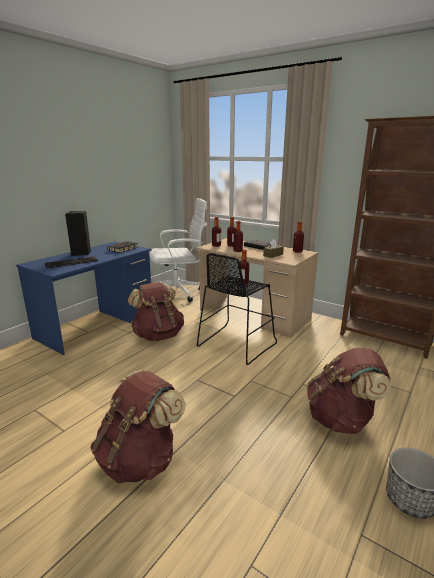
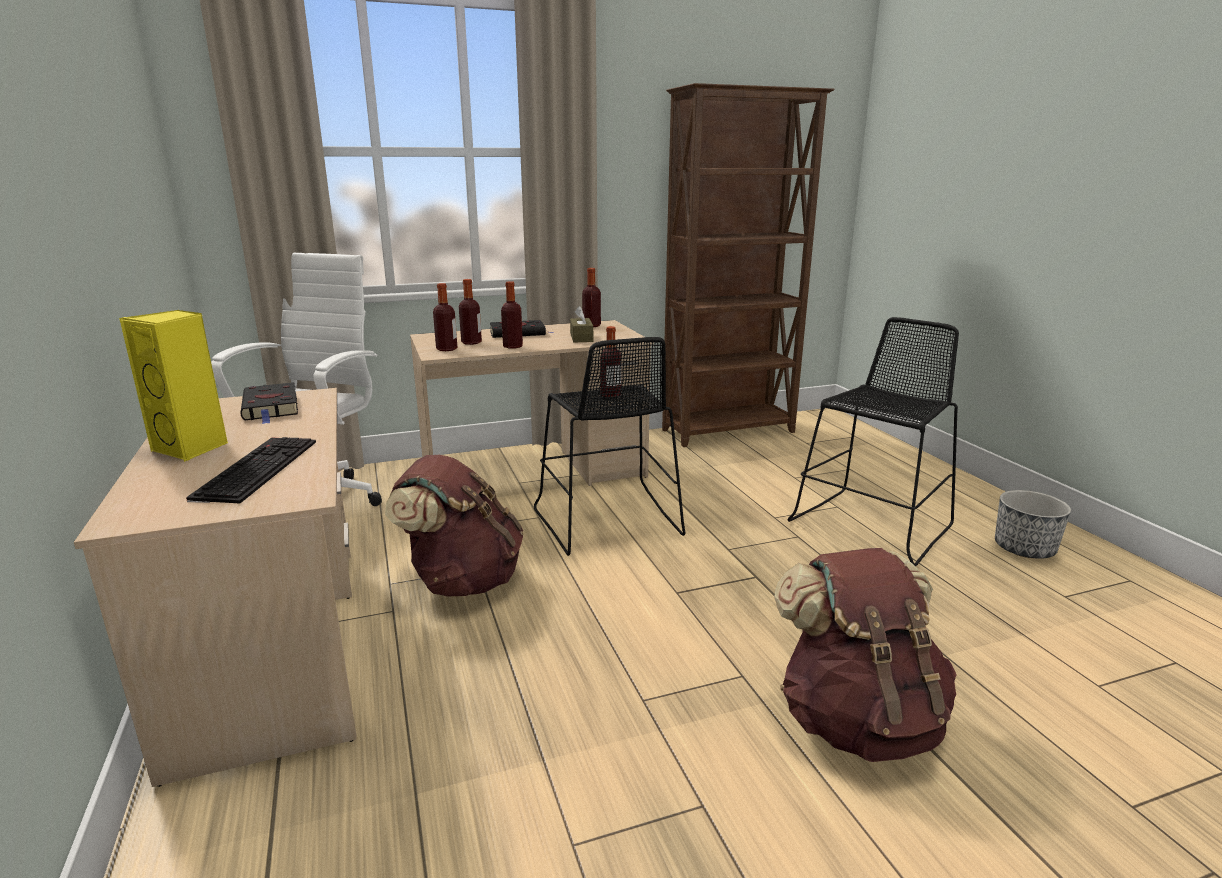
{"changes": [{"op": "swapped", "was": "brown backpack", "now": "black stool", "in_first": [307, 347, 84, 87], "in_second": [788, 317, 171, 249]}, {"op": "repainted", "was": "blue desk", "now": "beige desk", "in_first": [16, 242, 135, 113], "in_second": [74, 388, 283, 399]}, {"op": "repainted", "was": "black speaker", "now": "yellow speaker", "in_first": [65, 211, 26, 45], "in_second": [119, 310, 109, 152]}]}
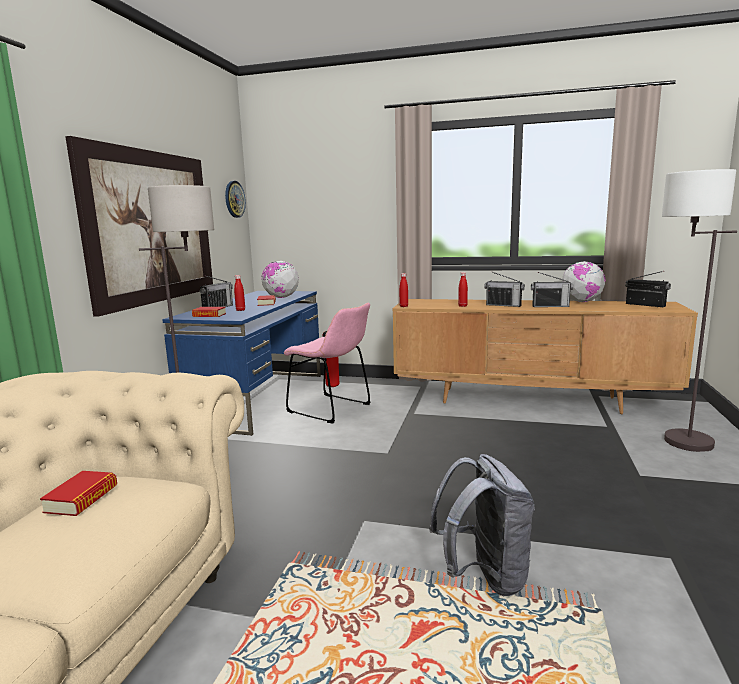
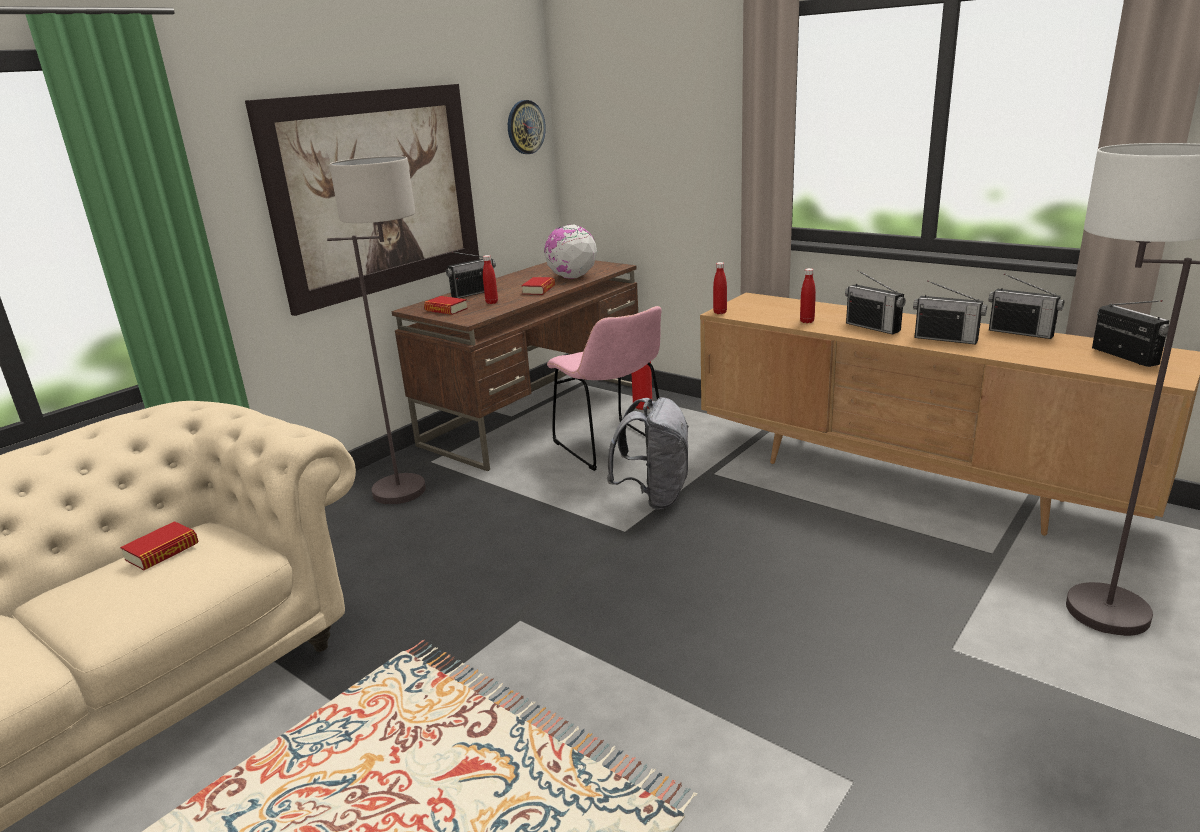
{"changes": [{"op": "shifted", "was": "grey backpack", "in_first": [429, 454, 106, 142], "in_second": [607, 397, 82, 112]}, {"op": "swapped", "was": "globe", "now": "radio", "in_first": [562, 261, 43, 41], "in_second": [988, 273, 77, 66]}, {"op": "repainted", "was": "blue desk", "now": "brown desk", "in_first": [162, 291, 159, 145], "in_second": [392, 260, 246, 211]}]}
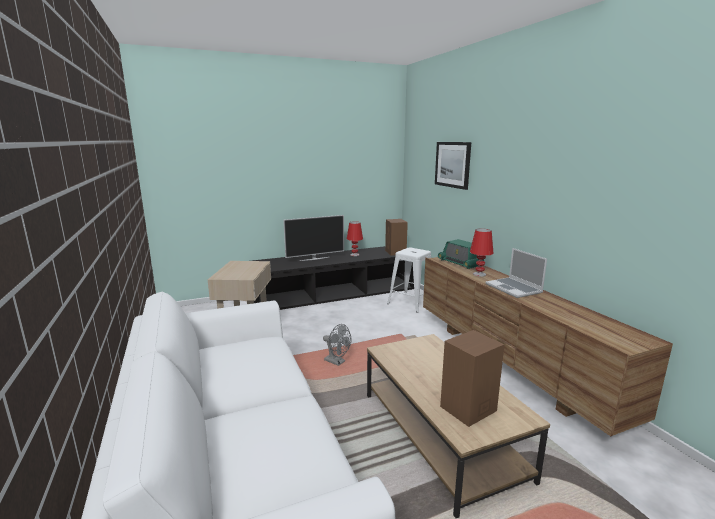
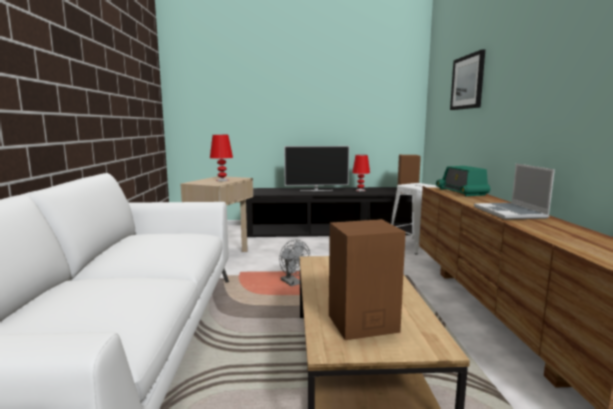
{"changes": [{"op": "shifted", "was": "red table lamp", "in_first": [470, 229, 24, 47], "in_second": [210, 135, 23, 46]}]}
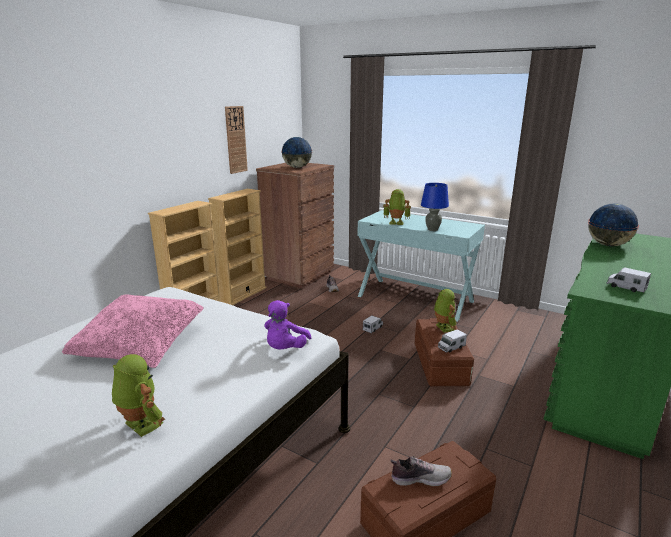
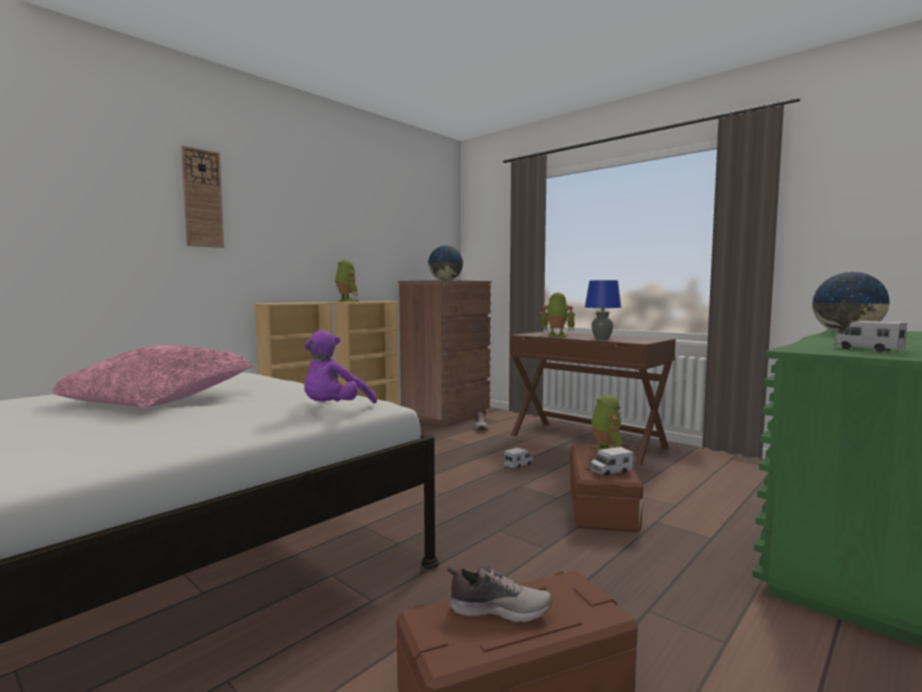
{"changes": [{"op": "shifted", "was": "toy robot", "in_first": [112, 354, 53, 83], "in_second": [335, 260, 24, 42]}, {"op": "shifted", "was": "wall clock", "in_first": [225, 106, 23, 68], "in_second": [181, 146, 43, 102]}, {"op": "repainted", "was": "turquoise desk", "now": "brown desk", "in_first": [357, 210, 128, 112], "in_second": [510, 331, 166, 134]}]}
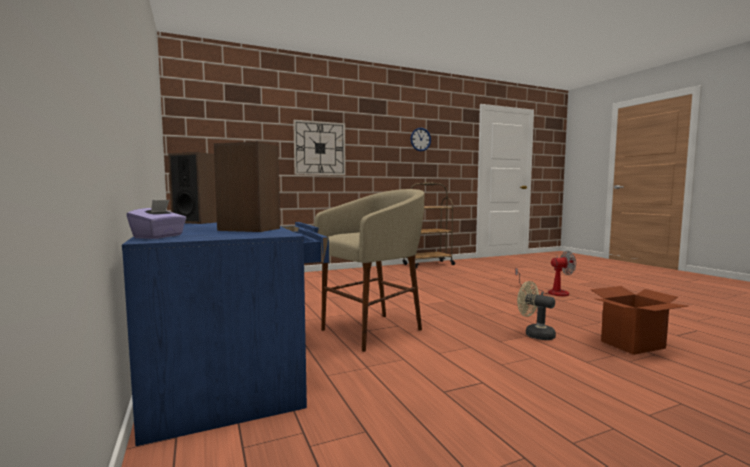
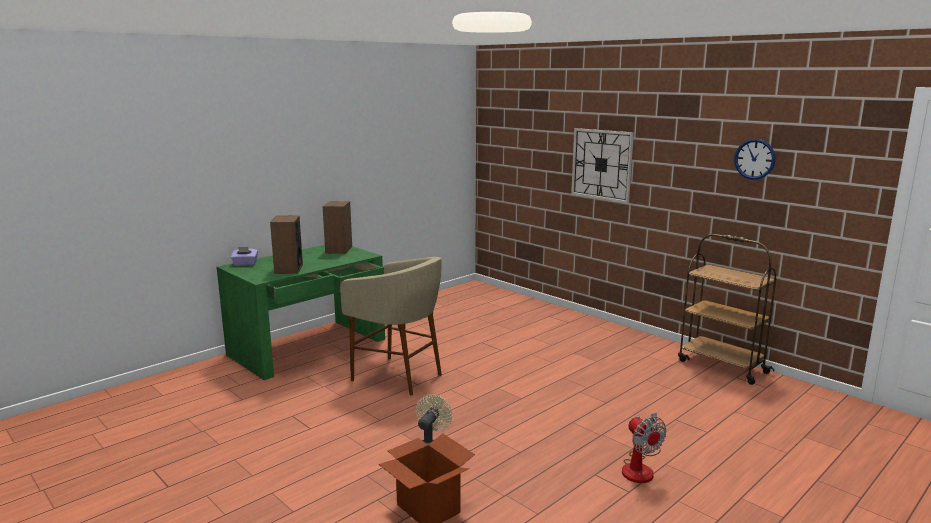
{"changes": [{"op": "repainted", "was": "blue desk", "now": "green desk", "in_first": [122, 222, 207, 224], "in_second": [216, 245, 169, 135]}]}
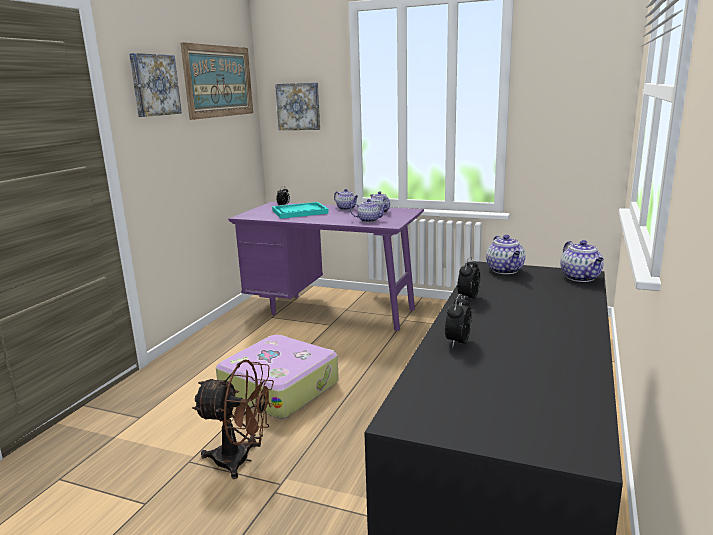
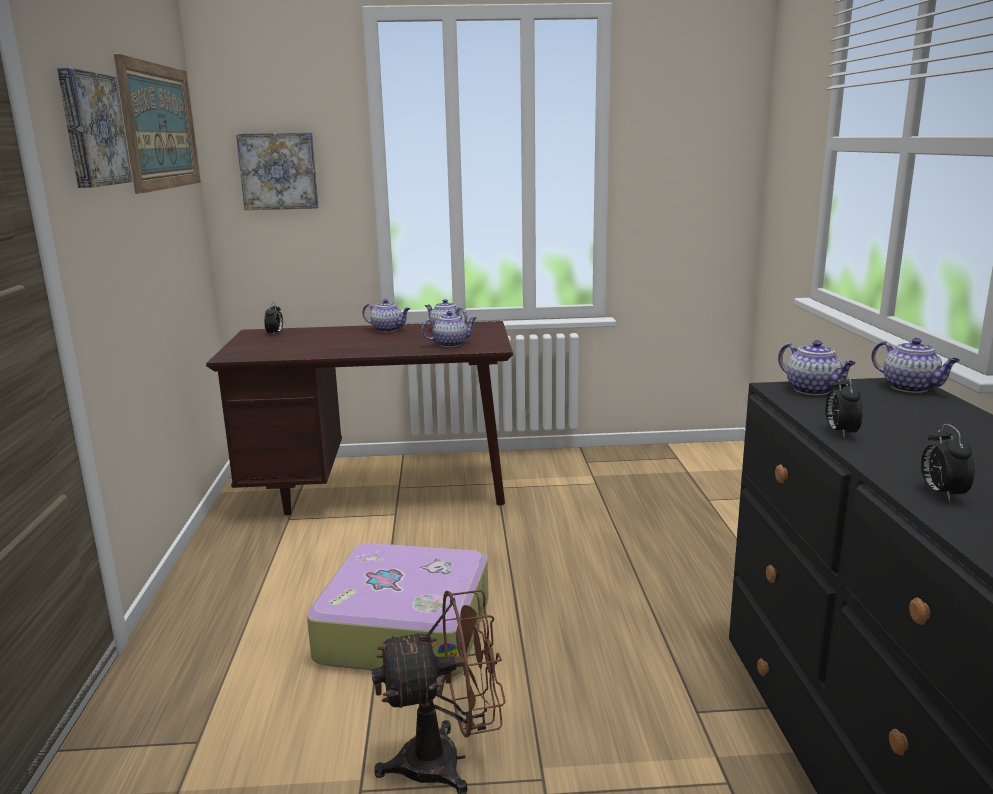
{"changes": [{"op": "gone", "was": "turquoise tray", "in_first": [272, 202, 57, 17]}, {"op": "repainted", "was": "purple desk", "now": "brown desk", "in_first": [228, 202, 196, 129], "in_second": [206, 321, 307, 194]}]}
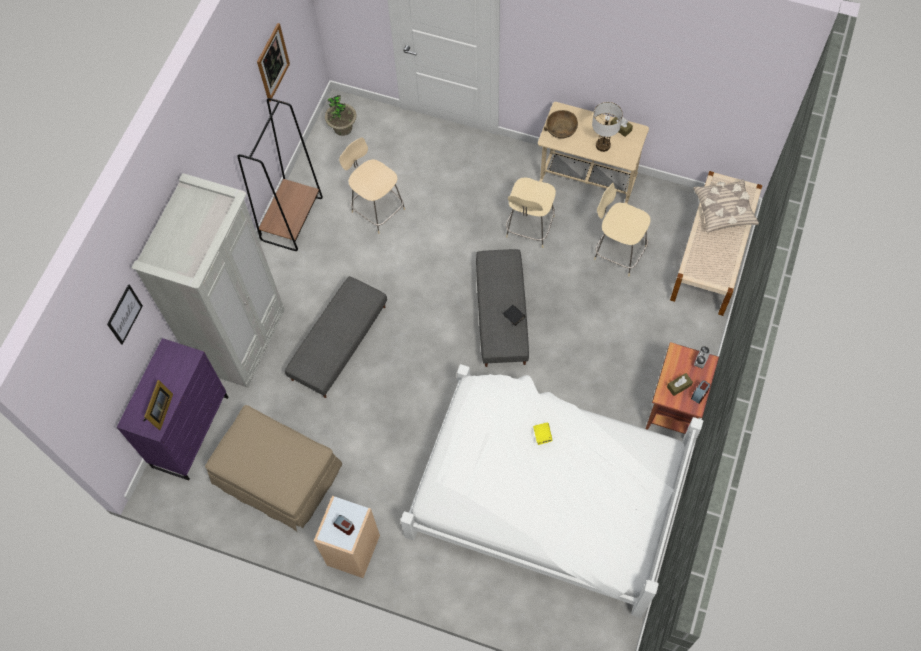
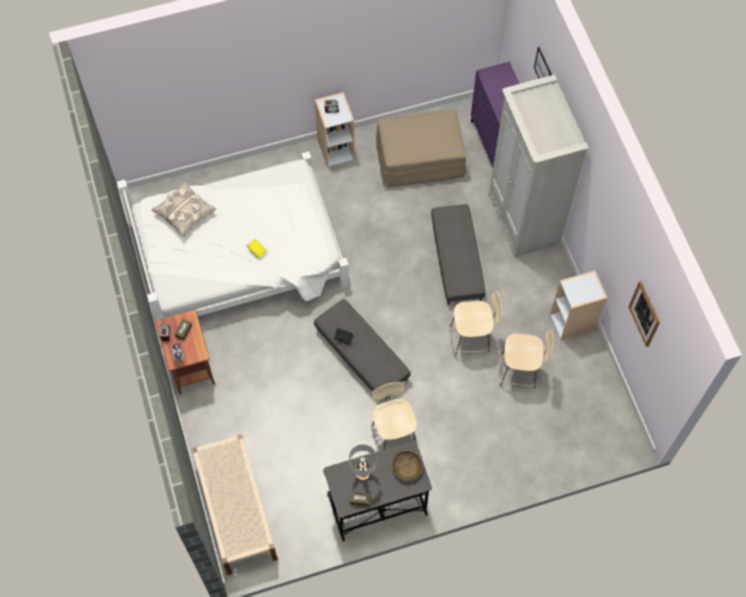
{"changes": [{"op": "gone", "was": "picture frame", "in_first": [143, 380, 30, 50]}, {"op": "gone", "was": "potted plant", "in_first": [325, 95, 32, 41]}, {"op": "shifted", "was": "beige chair", "in_first": [594, 183, 56, 93], "in_second": [449, 290, 53, 68]}, {"op": "shifted", "was": "beige pillow", "in_first": [694, 179, 65, 54], "in_second": [152, 182, 64, 55]}, {"op": "swapped", "was": "clothes rack", "now": "bookcase", "in_first": [237, 98, 86, 153], "in_second": [550, 270, 57, 71]}, {"op": "repainted", "was": "beige desk", "now": "black desk", "in_first": [538, 102, 111, 102], "in_second": [323, 441, 109, 100]}]}
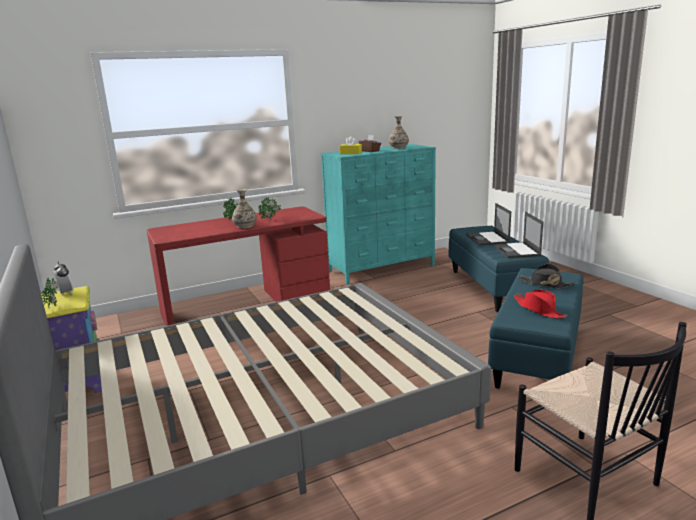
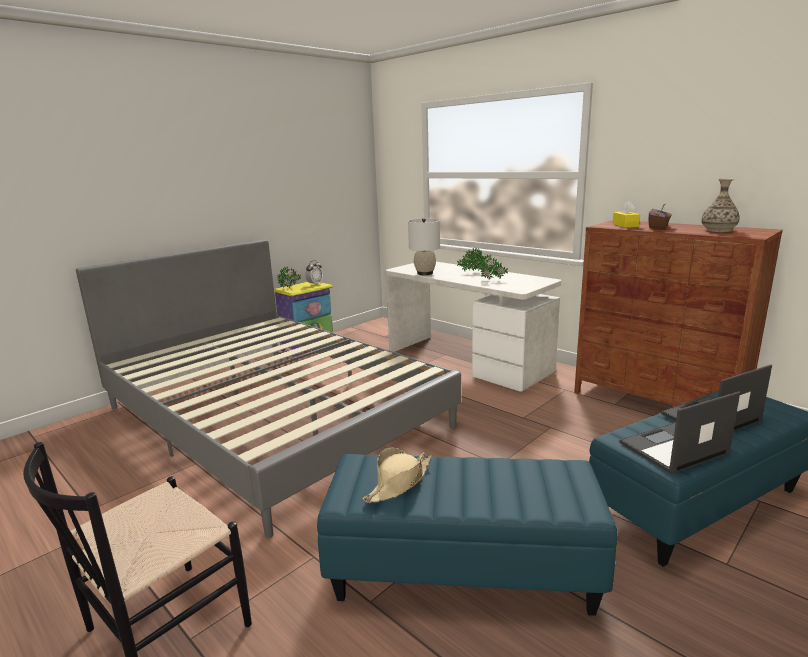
{"changes": [{"op": "gone", "was": "vase", "in_first": [232, 189, 25, 39]}, {"op": "gone", "was": "black hat", "in_first": [518, 264, 58, 25]}, {"op": "new", "now": "white table lamp", "in_second": [408, 218, 32, 57]}, {"op": "repainted", "was": "red desk", "now": "white desk", "in_first": [147, 206, 183, 120], "in_second": [386, 262, 175, 129]}, {"op": "repainted", "was": "turquoise dresser", "now": "brown dresser", "in_first": [321, 144, 115, 140], "in_second": [574, 220, 209, 186]}, {"op": "repainted", "was": "red hat", "now": "beige hat", "in_first": [513, 290, 54, 29], "in_second": [363, 448, 69, 55]}]}
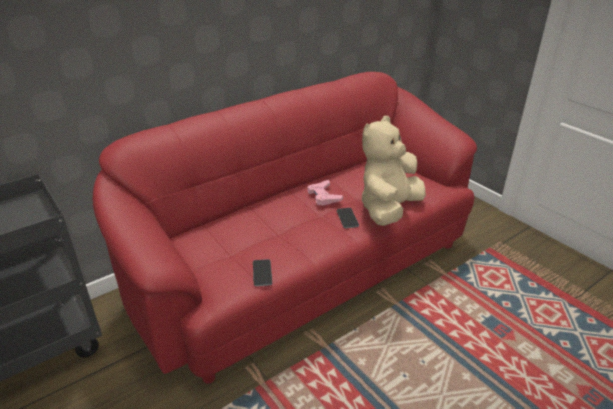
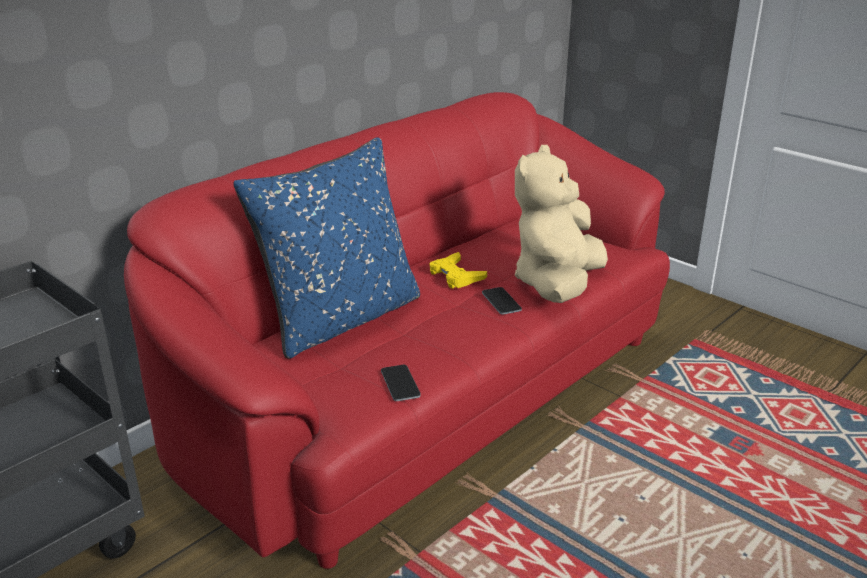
{"changes": [{"op": "new", "now": "blue pillow", "in_second": [233, 137, 187, 222]}, {"op": "repainted", "was": "pink game controller", "now": "yellow game controller", "in_first": [308, 180, 35, 26], "in_second": [430, 252, 57, 37]}]}
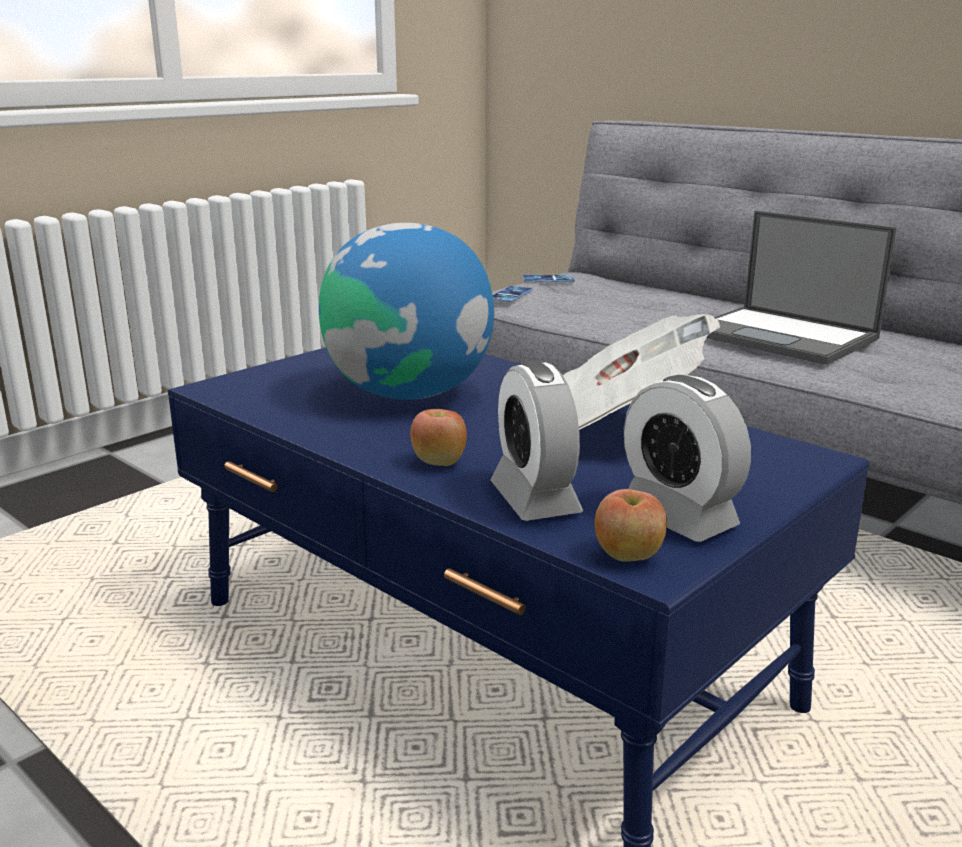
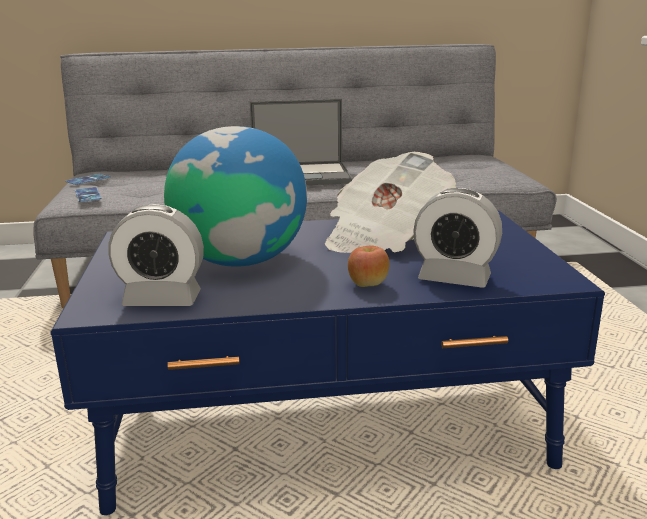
{"changes": [{"op": "gone", "was": "apple", "in_first": [595, 489, 72, 73]}, {"op": "shifted", "was": "alarm clock", "in_first": [624, 375, 127, 167], "in_second": [108, 204, 96, 102]}]}
